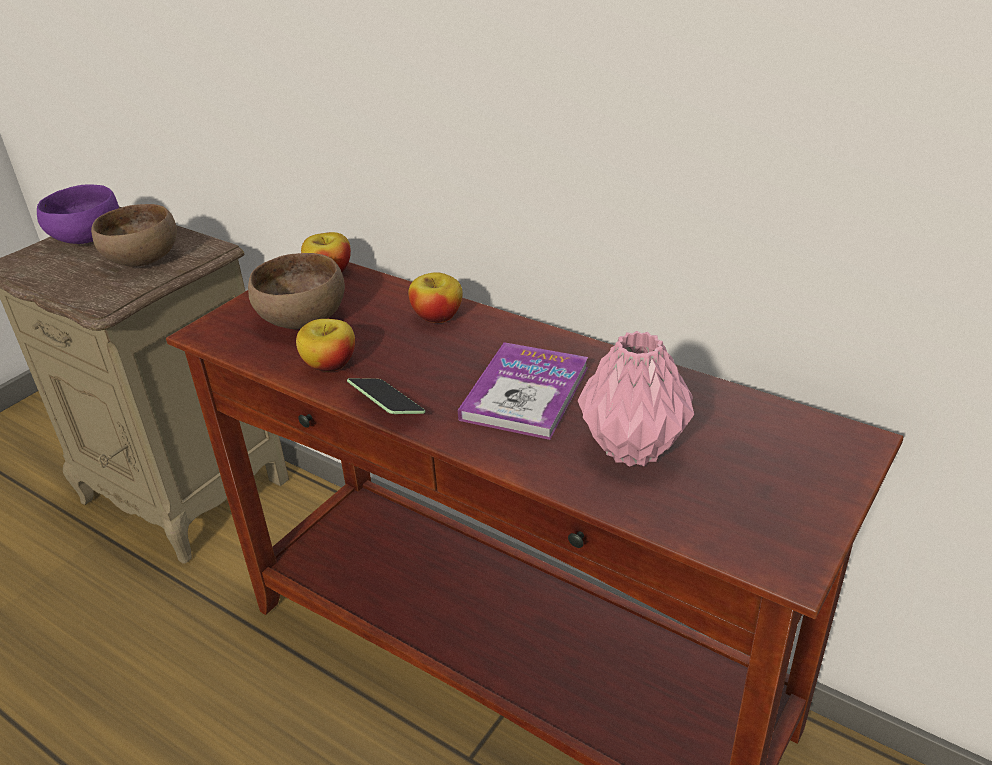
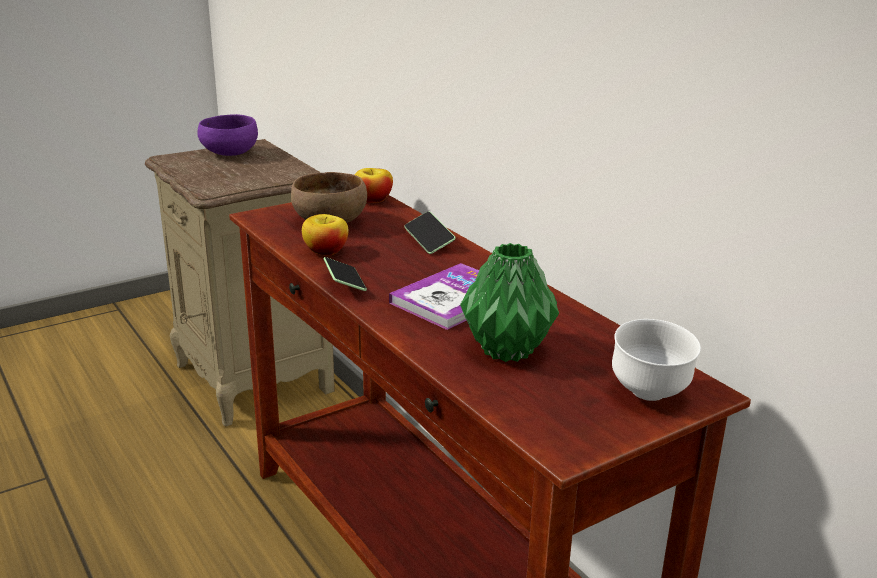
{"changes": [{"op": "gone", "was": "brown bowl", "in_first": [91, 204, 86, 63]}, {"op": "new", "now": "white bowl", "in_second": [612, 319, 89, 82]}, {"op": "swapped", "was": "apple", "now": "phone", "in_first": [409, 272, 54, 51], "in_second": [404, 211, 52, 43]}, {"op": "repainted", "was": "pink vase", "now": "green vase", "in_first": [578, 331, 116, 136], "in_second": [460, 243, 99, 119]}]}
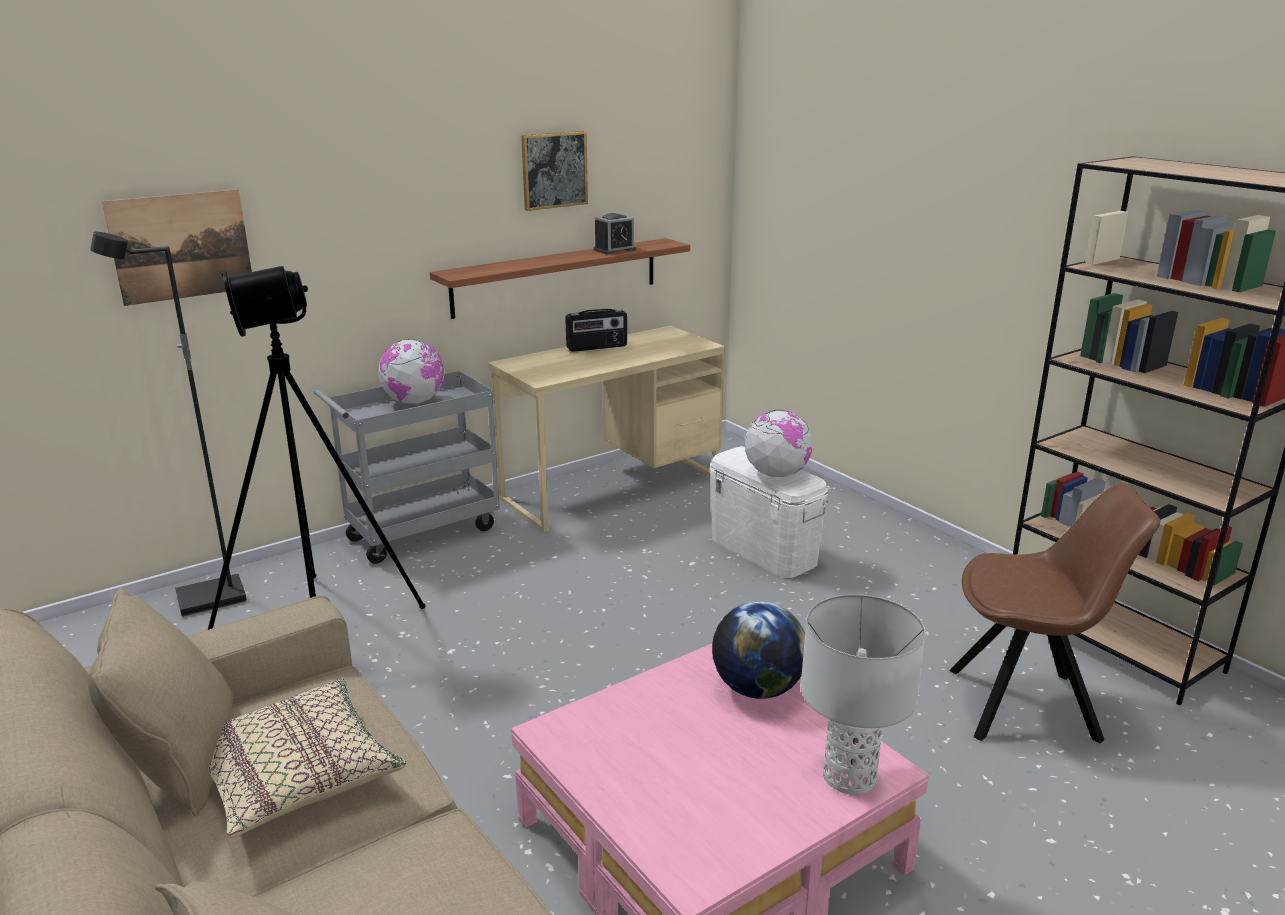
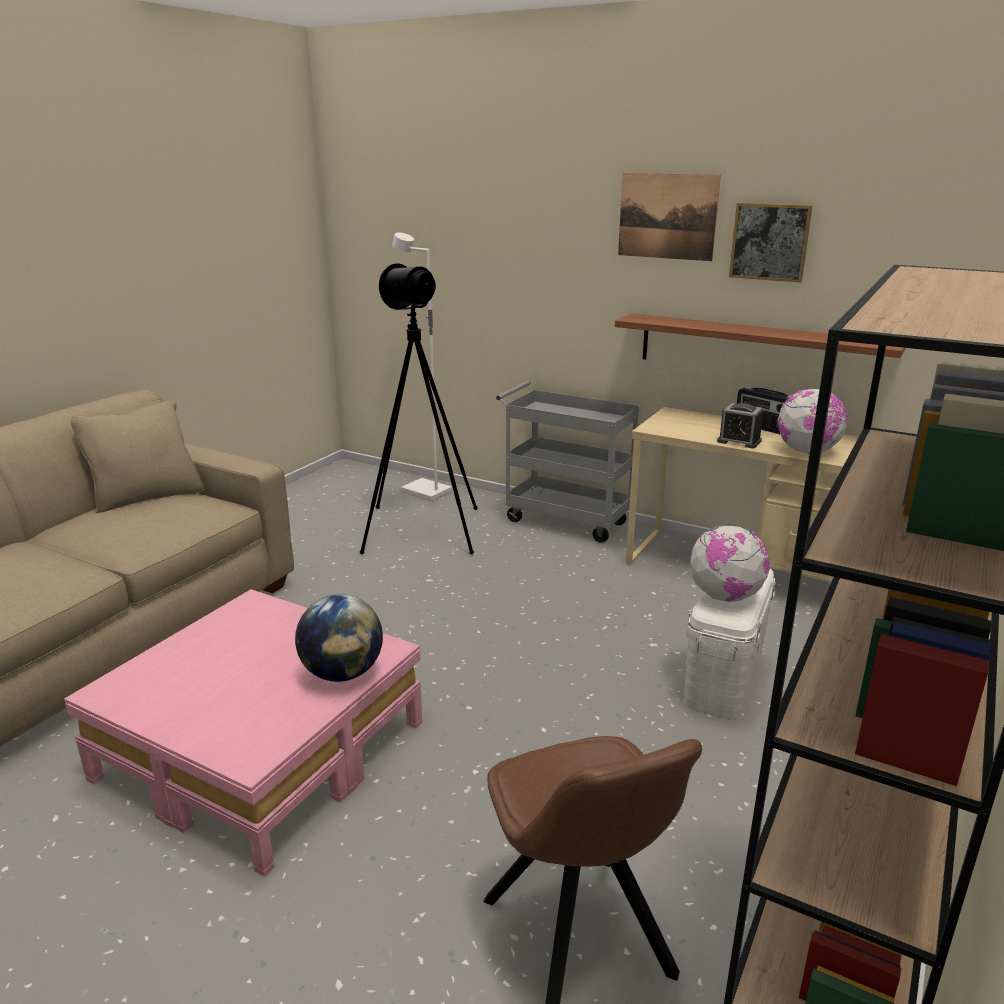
{"changes": [{"op": "gone", "was": "beige pillow", "in_first": [208, 679, 199, 159]}, {"op": "gone", "was": "white table lamp", "in_first": [801, 594, 125, 201]}, {"op": "shifted", "was": "picture", "in_first": [102, 189, 150, 117], "in_second": [618, 173, 103, 88]}, {"op": "shifted", "was": "globe", "in_first": [378, 339, 67, 65], "in_second": [778, 389, 69, 65]}, {"op": "shifted", "was": "alarm clock", "in_first": [594, 213, 42, 42], "in_second": [717, 403, 46, 46]}, {"op": "repainted", "was": "black floor lamp", "now": "white floor lamp", "in_first": [90, 232, 157, 385], "in_second": [392, 232, 60, 269]}]}
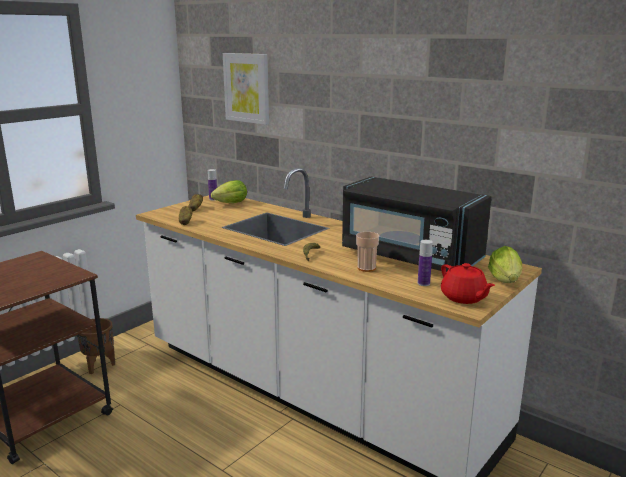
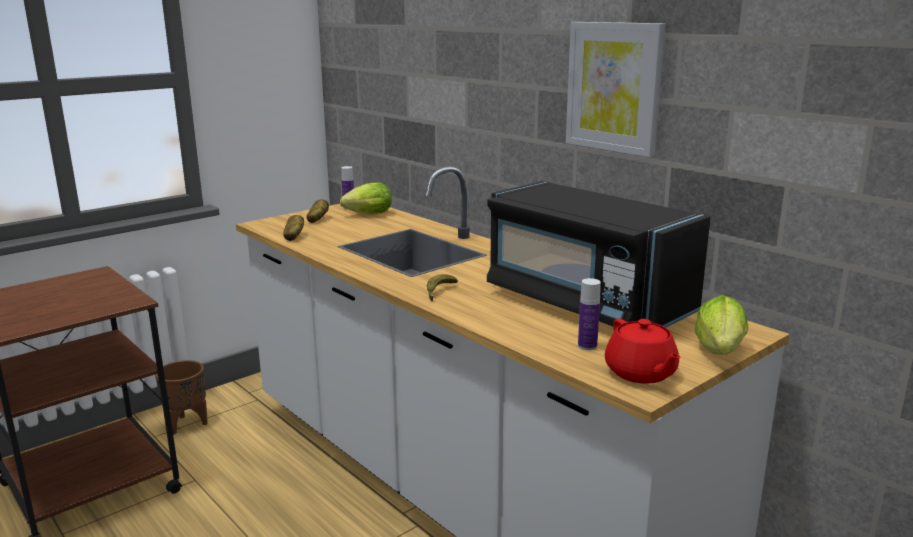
{"changes": [{"op": "gone", "was": "cup", "in_first": [356, 232, 23, 40]}, {"op": "shifted", "was": "picture", "in_first": [223, 53, 46, 72], "in_second": [566, 22, 100, 135]}]}
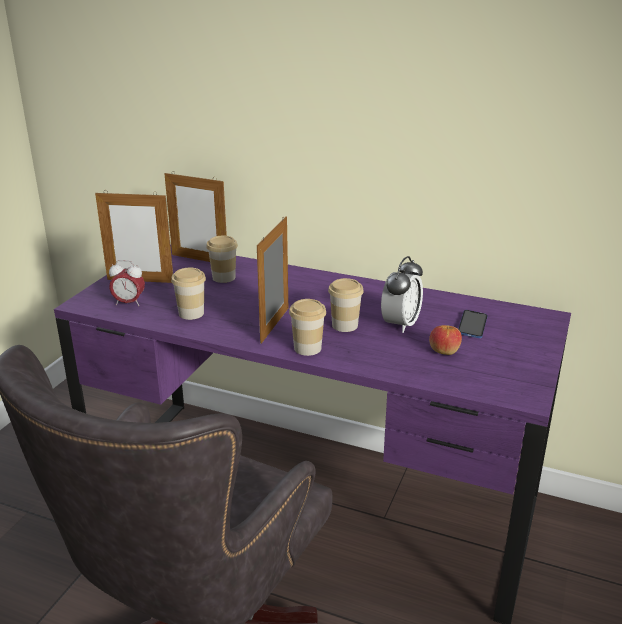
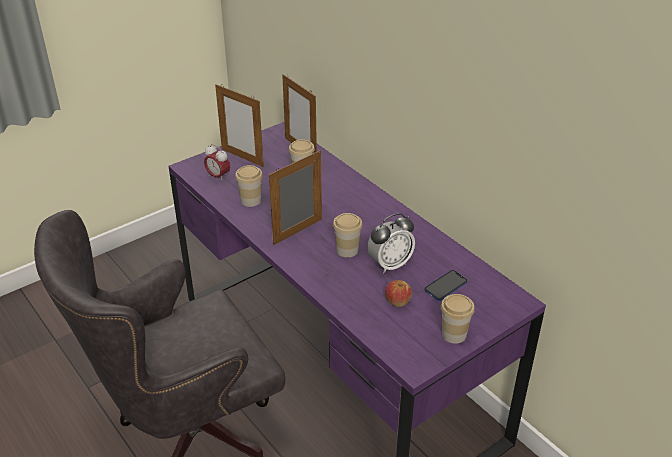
{"changes": [{"op": "shifted", "was": "cup", "in_first": [289, 299, 37, 57], "in_second": [441, 294, 34, 50]}]}
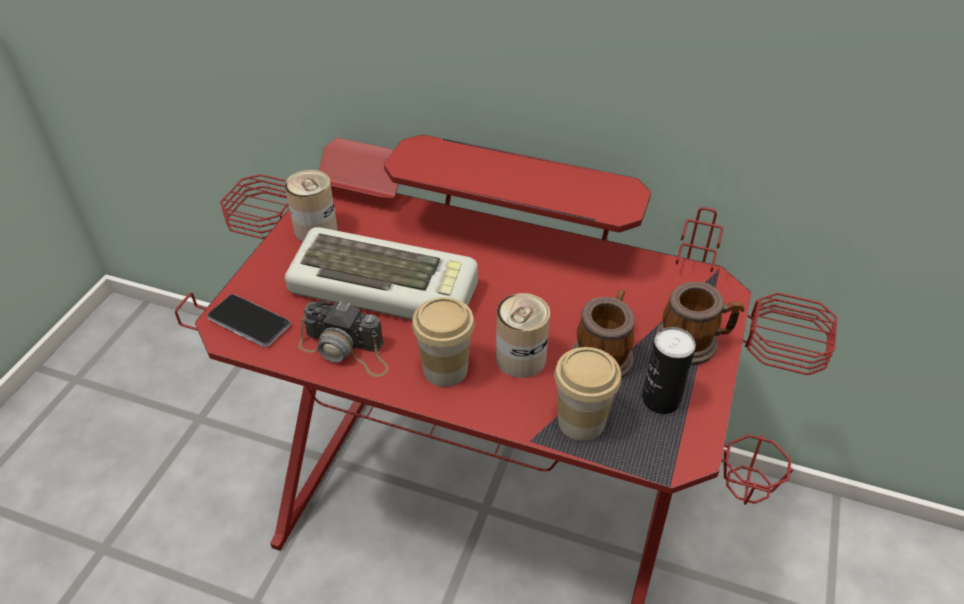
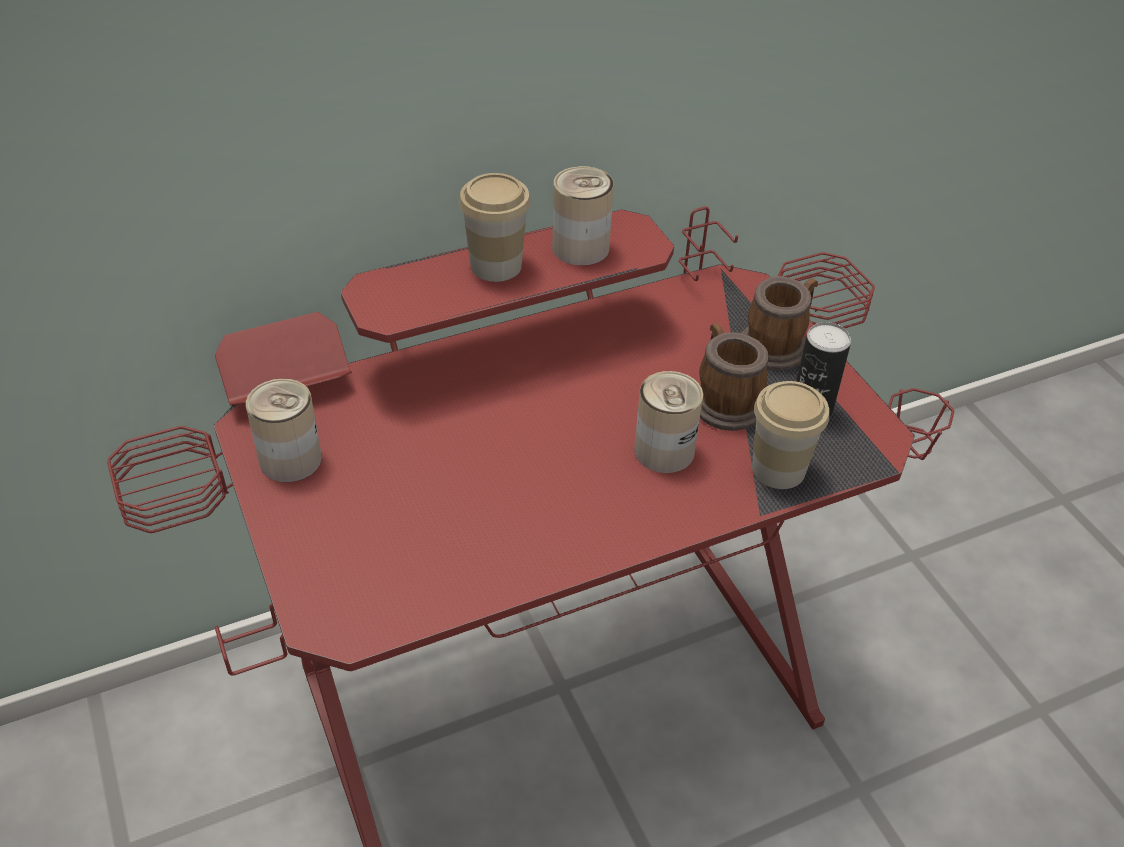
{"changes": [{"op": "gone", "was": "phone", "in_first": [207, 294, 84, 53]}, {"op": "gone", "was": "keyboard", "in_first": [285, 227, 193, 93]}, {"op": "gone", "was": "photo camera", "in_first": [298, 301, 91, 76]}, {"op": "new", "now": "can", "in_second": [552, 166, 62, 100]}, {"op": "shifted", "was": "cup", "in_first": [412, 297, 63, 90], "in_second": [459, 173, 72, 109]}]}
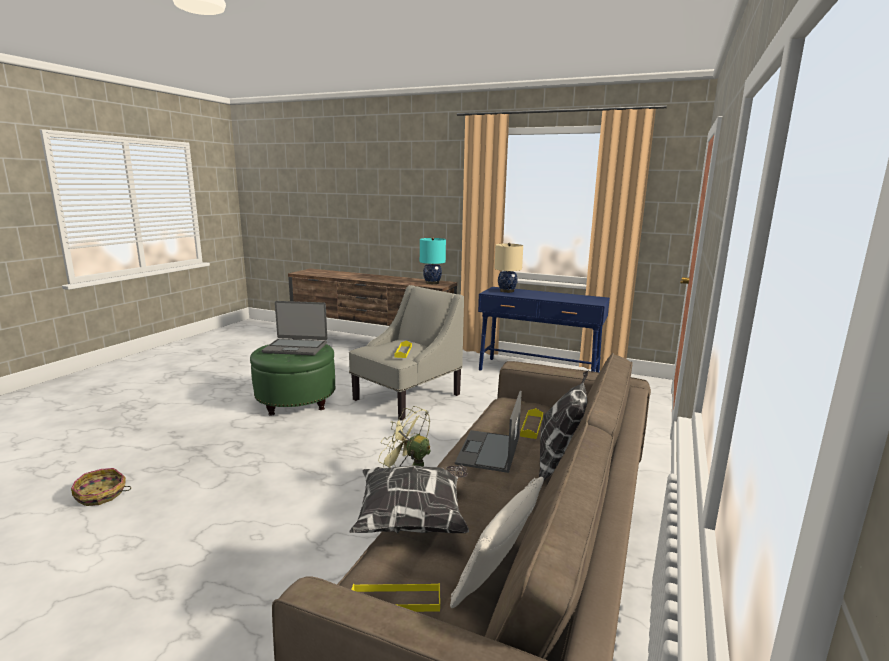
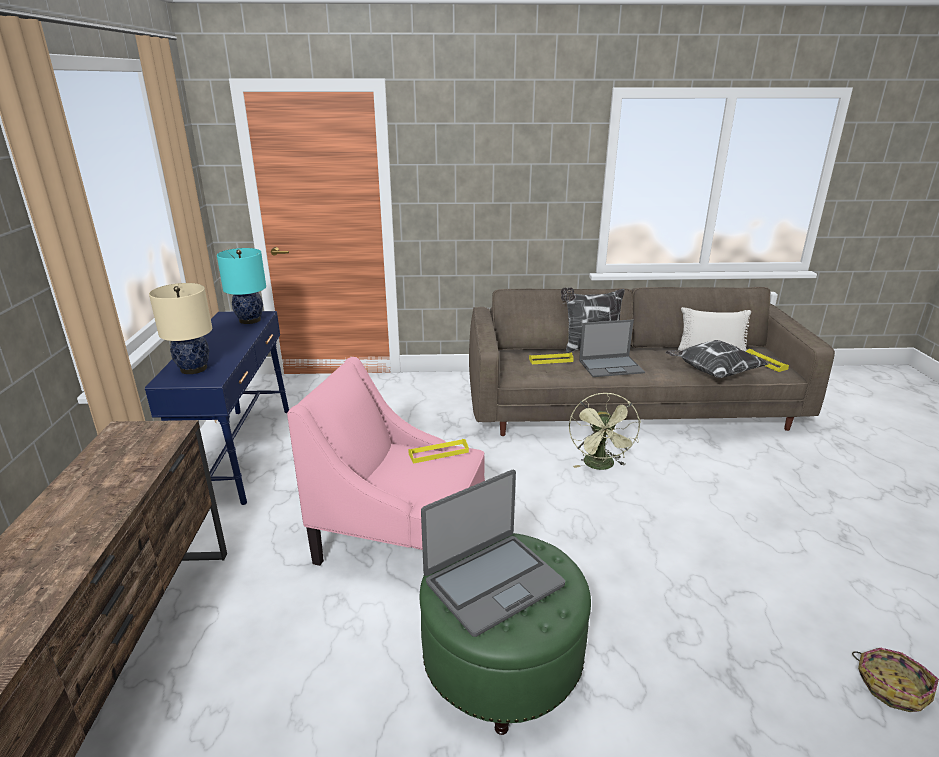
{"changes": [{"op": "shifted", "was": "turquoise table lamp", "in_first": [420, 237, 26, 47], "in_second": [217, 248, 49, 76]}, {"op": "repainted", "was": "grey armchair", "now": "pink armchair", "in_first": [349, 285, 115, 136], "in_second": [287, 357, 198, 209]}, {"op": "rotated", "was": "laptop", "in_first": [262, 301, 65, 54], "in_second": [421, 470, 144, 167], "clockwise": 75}]}
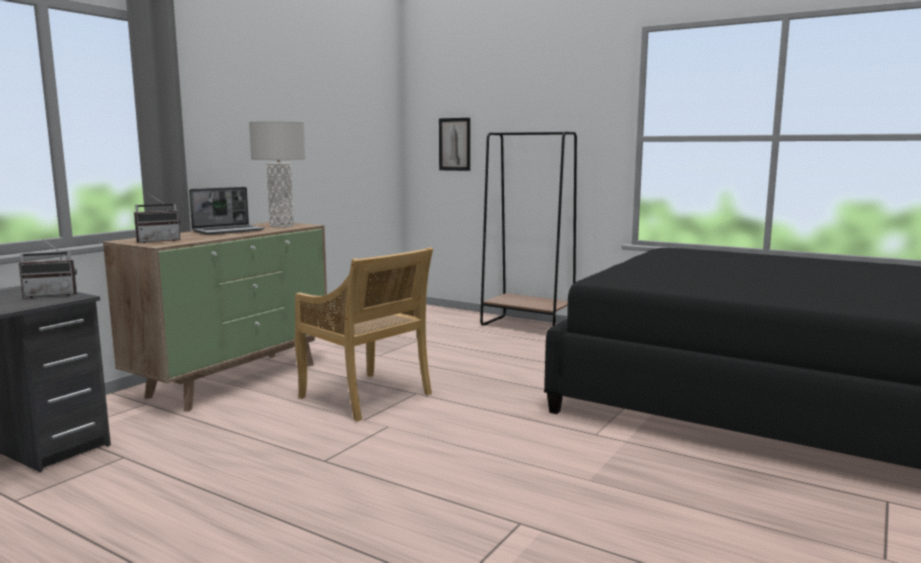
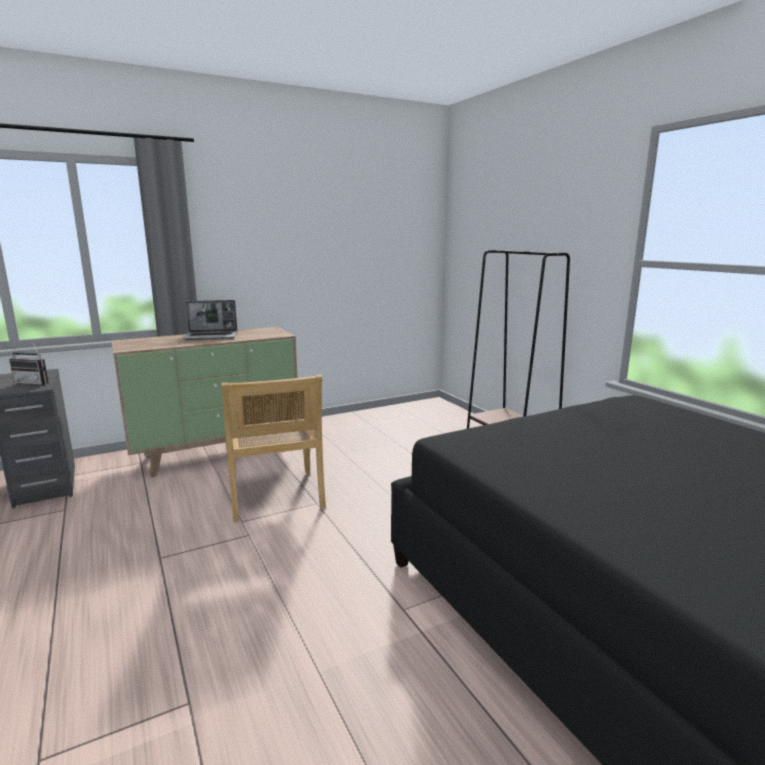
{"changes": [{"op": "gone", "was": "radio", "in_first": [134, 194, 47, 49]}, {"op": "gone", "was": "white table lamp", "in_first": [249, 121, 56, 107]}, {"op": "gone", "was": "picture", "in_first": [439, 118, 31, 53]}]}
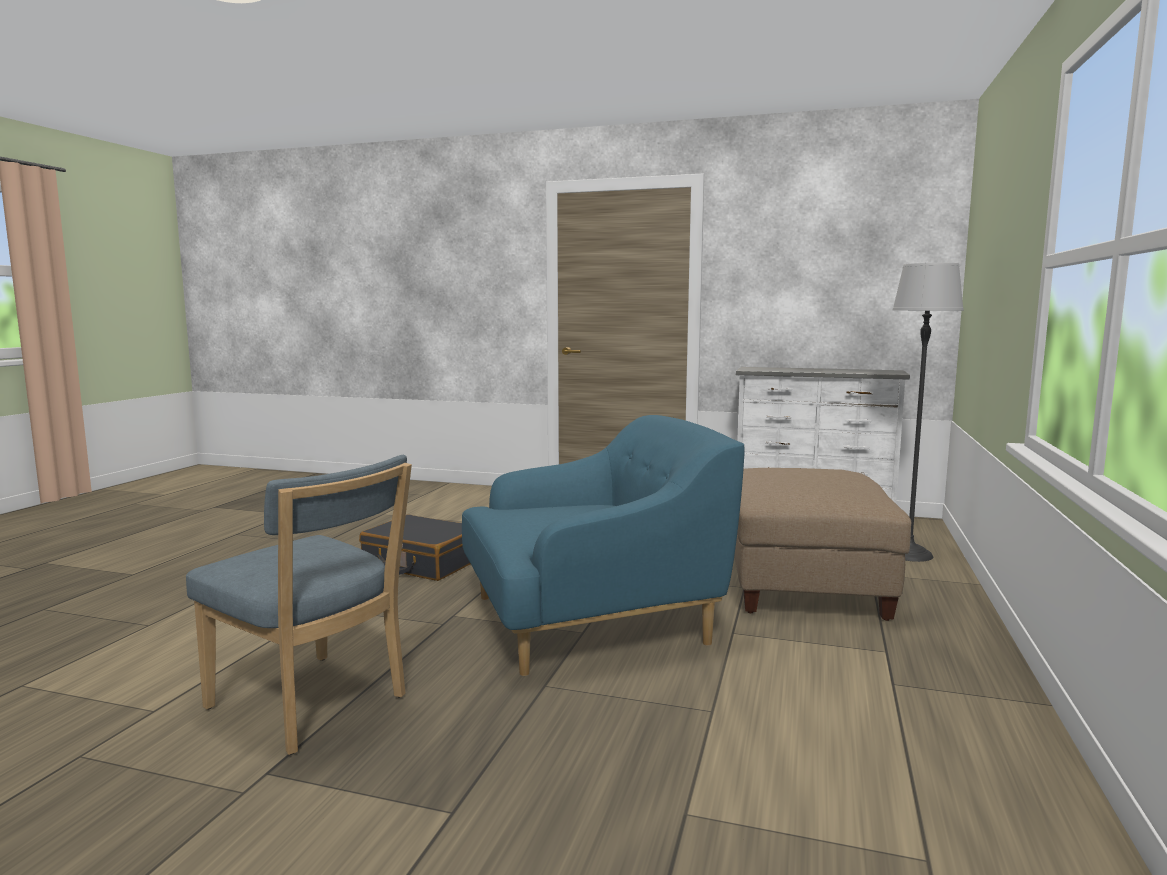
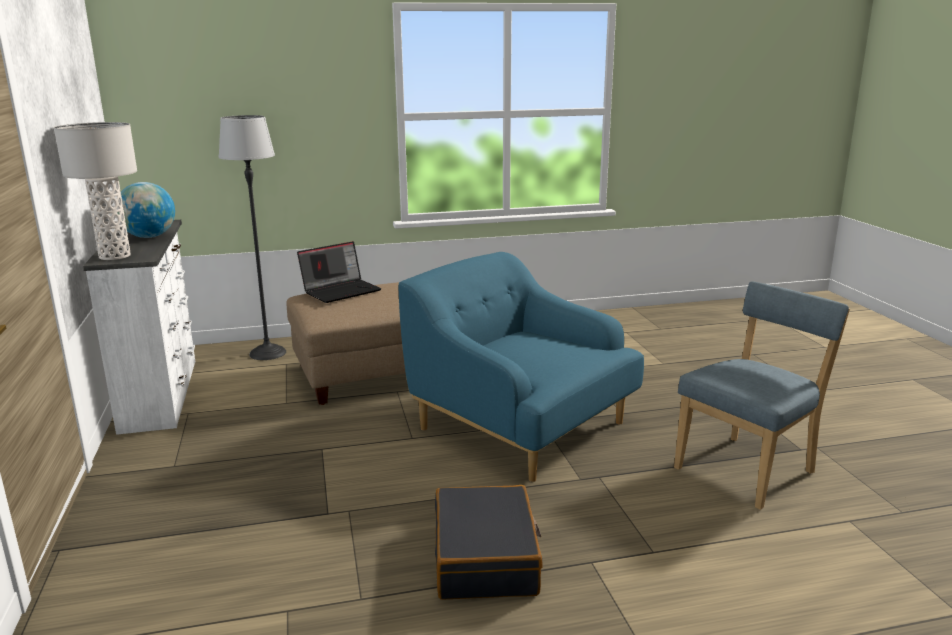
{"changes": [{"op": "new", "now": "white table lamp", "in_second": [54, 122, 83, 138]}, {"op": "new", "now": "globe", "in_second": [117, 182, 58, 56]}, {"op": "new", "now": "laptop", "in_second": [297, 241, 84, 62]}, {"op": "rotated", "was": "blue chair", "in_first": [186, 455, 226, 300], "in_second": [674, 281, 176, 229], "clockwise": 45}]}
